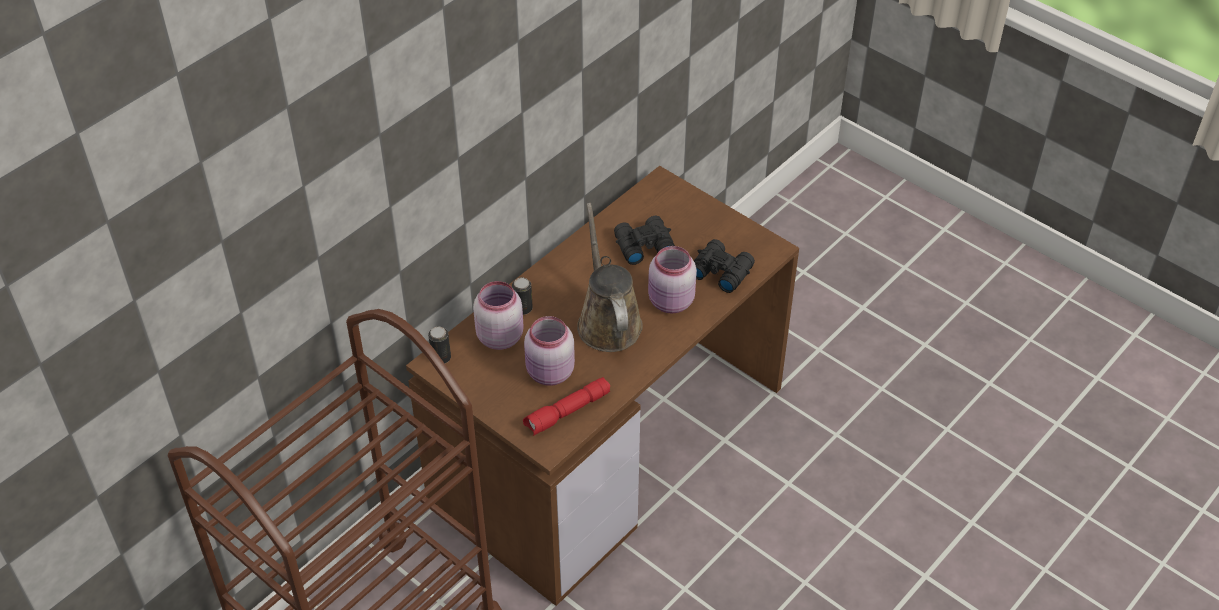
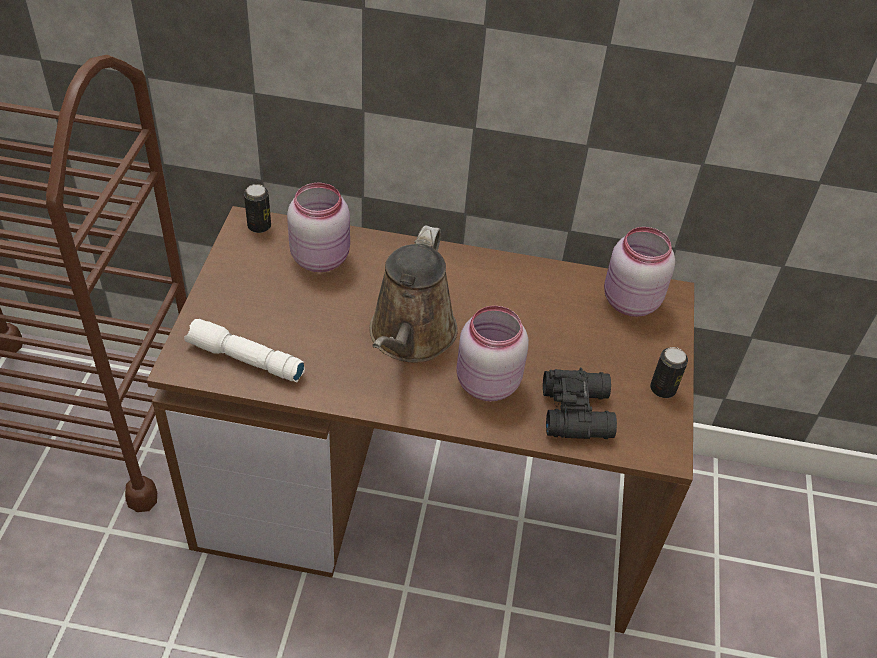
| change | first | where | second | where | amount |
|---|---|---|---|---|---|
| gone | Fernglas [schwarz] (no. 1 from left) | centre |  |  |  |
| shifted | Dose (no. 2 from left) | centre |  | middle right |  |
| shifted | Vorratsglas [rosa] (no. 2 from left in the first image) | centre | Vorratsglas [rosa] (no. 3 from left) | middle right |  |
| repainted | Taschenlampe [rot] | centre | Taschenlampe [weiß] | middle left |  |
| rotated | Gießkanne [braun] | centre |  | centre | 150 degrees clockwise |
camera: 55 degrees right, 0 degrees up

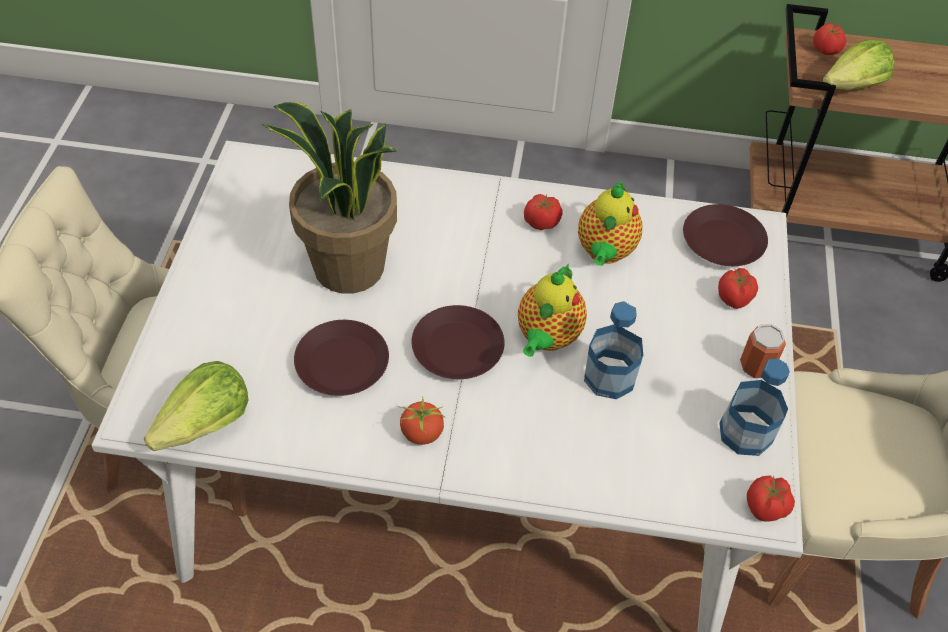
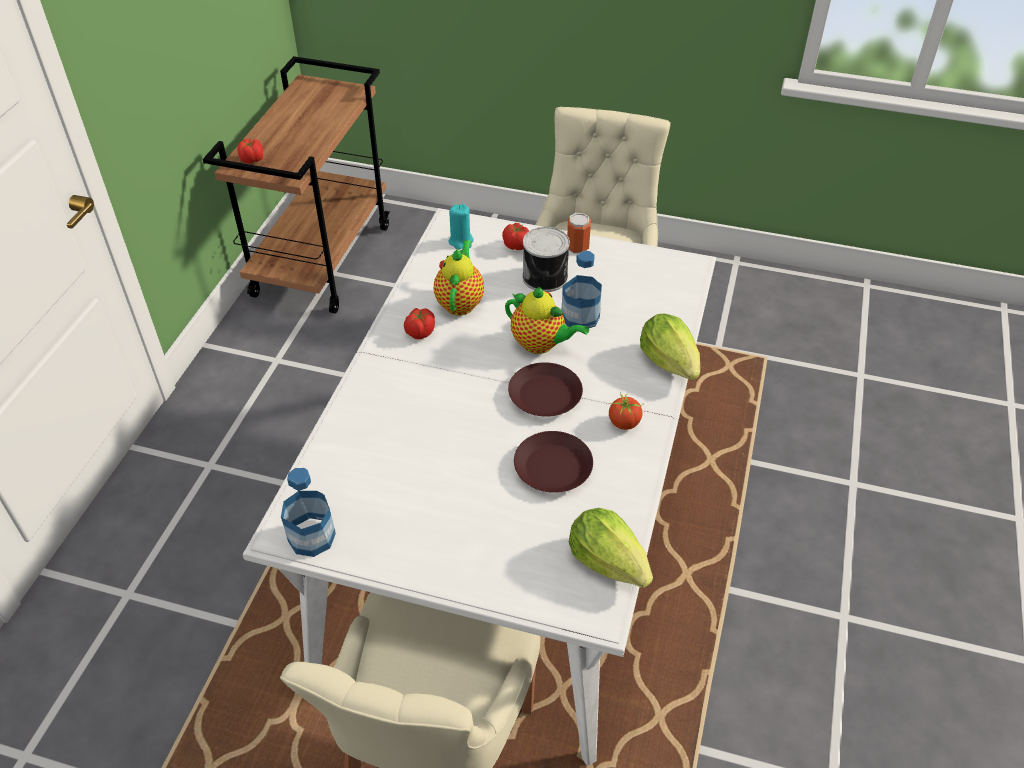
| change | first | where | second | where | amount |
|---|---|---|---|---|---|
| gone | Topfpflanze | top centre |  |  |  |
| gone | Tomate (no. 4 from left) | bottom right |  |  |  |
| new |  |  | Dose (no. 1 from left) | centre |  |
| shifted | Flasche (no. 2 from left in the first image) | middle right | Flasche (no. 1 from left) | bottom left |  |
| shifted | Salatkopf (no. 2 from left) | top right |  | centre |  |
| swapped | Teller [braun] (no. 3 from left) | middle right | Kerze [türkis] | top centre |  |
| rotated | Teekanne (no. 2 from left in the first image) | centre | Teekanne (no. 1 from left) | centre | 105 degrees counterclockwise |
camera: 80 degrees left, 5 degrees down

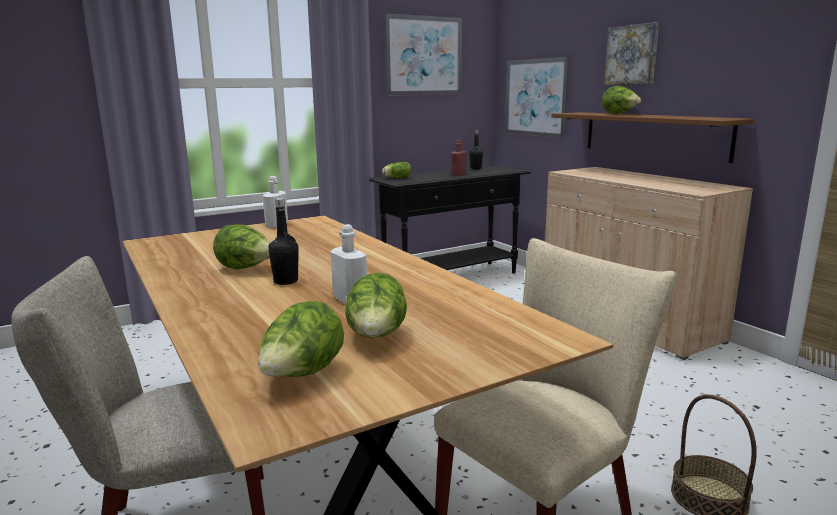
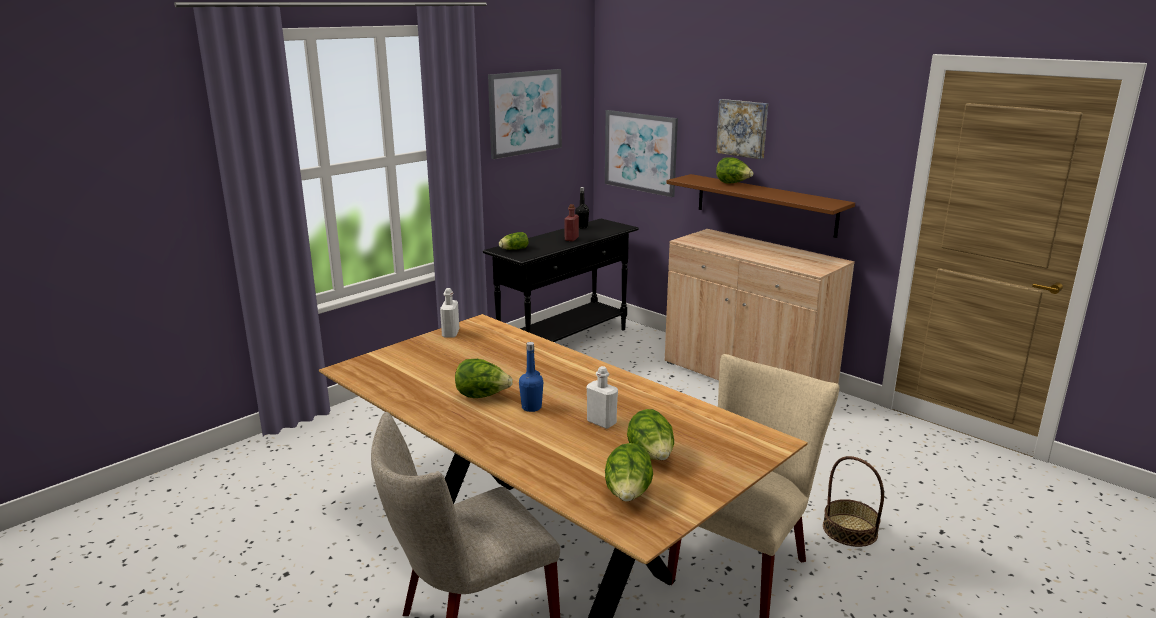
| change | first | where | second | where | amount |
|---|---|---|---|---|---|
| repainted | Flasche [schwarz] (no. 1 from left) | centre | Flasche [blau] | centre |  |
camera: 15 degrees left, 5 degrees up

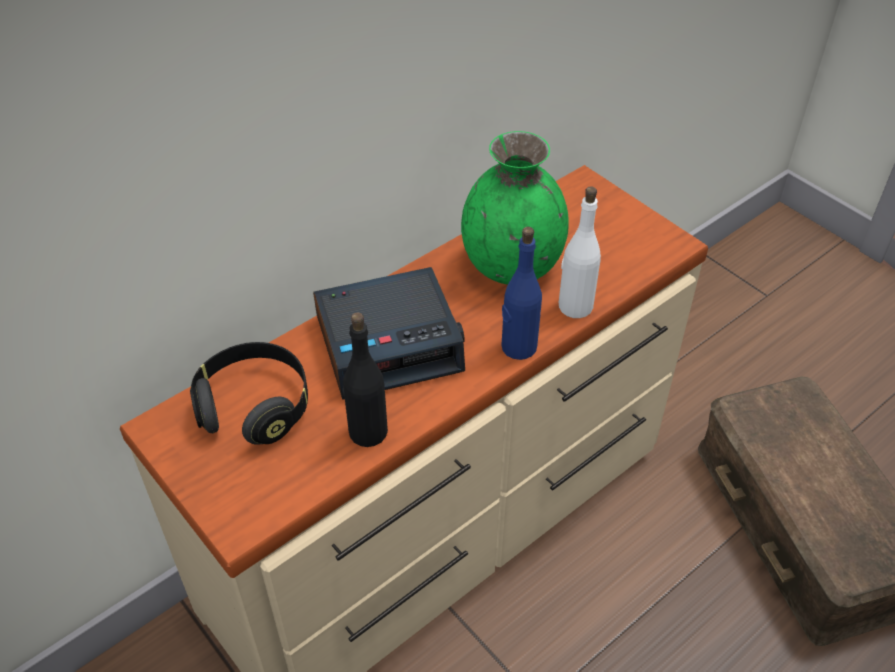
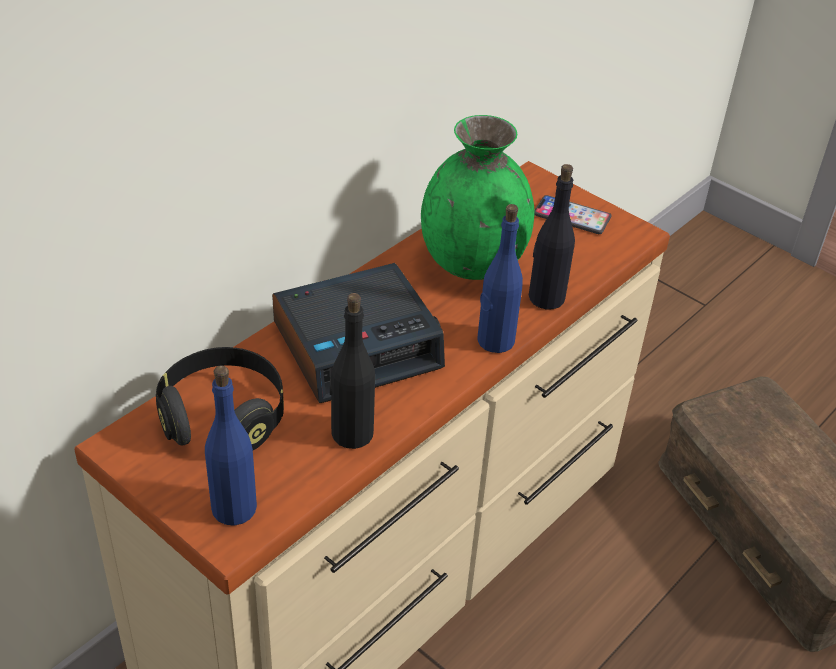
| change | first | where | second | where | amount |
|---|---|---|---|---|---|
| new |  |  | Flasche [blau] (no. 1 from left) | middle left |  |
| new |  |  | Handy | top right |  |
| repainted | Flasche [weiß] | centre | Flasche [schwarz] (no. 2 from left) | centre |  |
camera: 10 degrees left, 5 degrees down

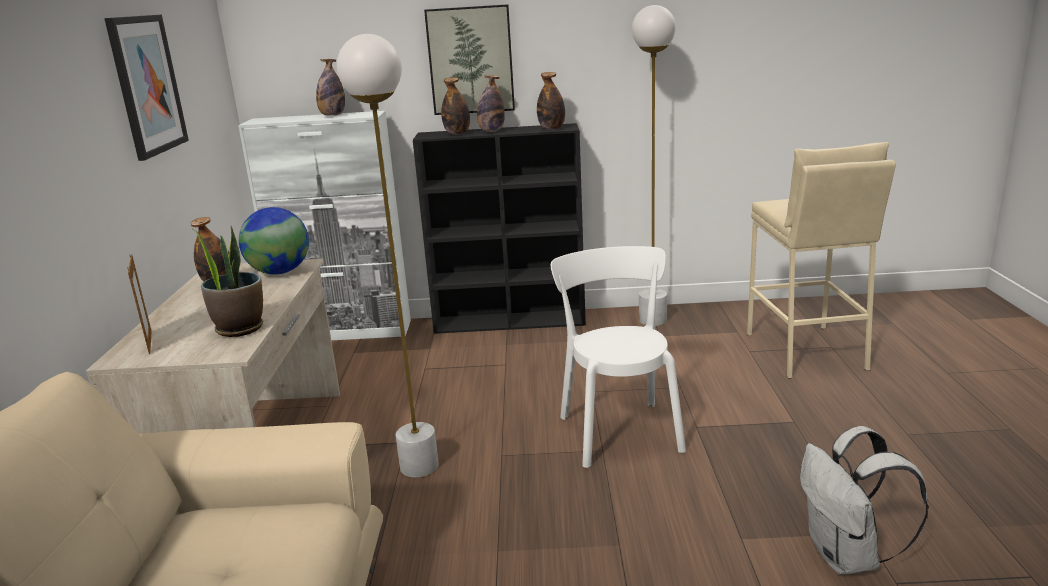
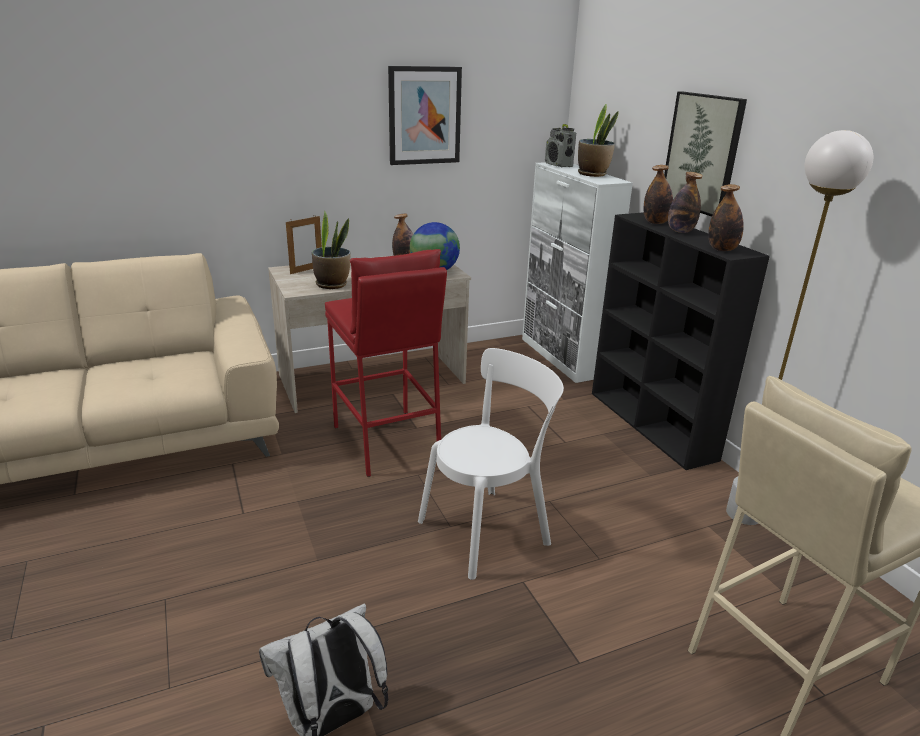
| change | first | where | second | where | amount |
|---|---|---|---|---|---|
| new |  |  | Radio | top centre |  |
| swapped | Flasche (no. 2 from left) | top left | Topfpflanze (no. 2 from left) | top centre |  |
| swapped | Stehlampe [weiß] (no. 1 from left) | centre | Hocker [rot] | centre |  |
camera: 65 degrees right, 5 degrees up

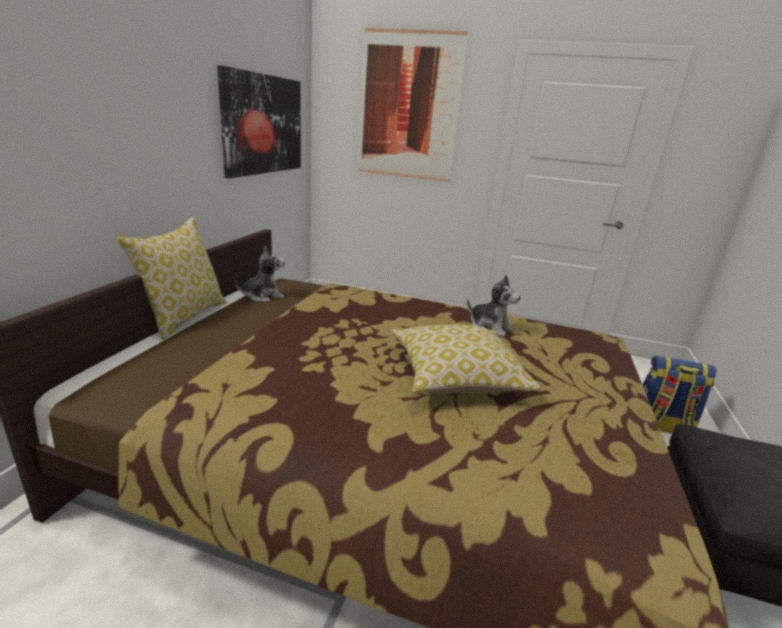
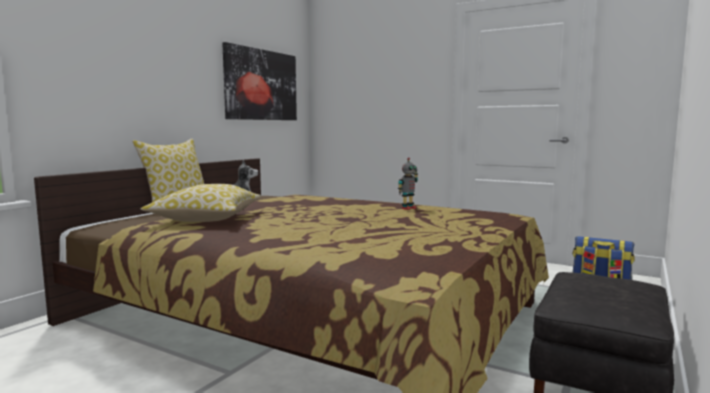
| change | first | where | second | where | amount |
|---|---|---|---|---|---|
| gone | Bild (no. 2 from left) | top centre |  |  |  |
| shifted | Kissen (no. 2 from left) | centre |  | middle left |  |
| swapped | Plüschtier (no. 2 from left) | centre | Spielzeugroboter | centre |  |
camera: 15 degrees right, 15 degrees down

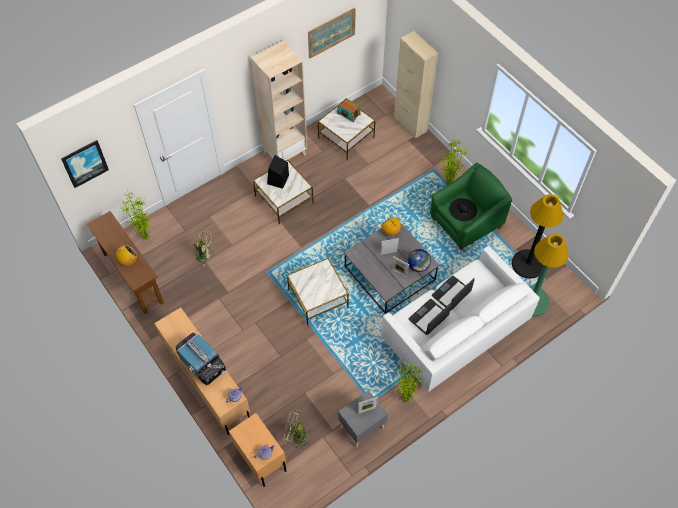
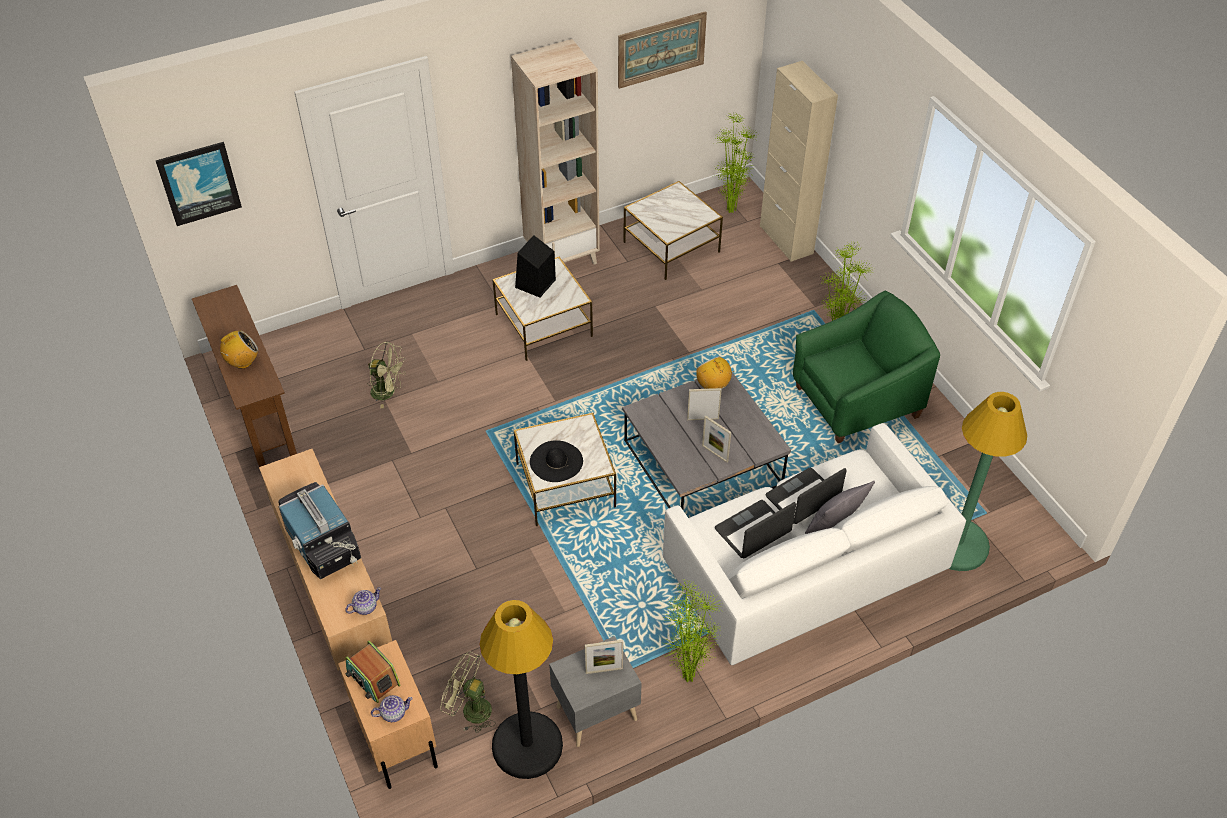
| change | first | where | second | where | amount |
|---|---|---|---|---|---|
| gone | Globus | centre |  |  |  |
| new |  |  | Kissen [grau] | middle right |  |
| shifted | Topfpflanze (no. 1 from left in the first image) | middle left | Topfpflanze (no. 2 from left) | top centre |  |
| shifted | Radio (no. 2 from left) | top centre |  | bottom left |  |
| shifted | Hut [schwarz] | middle right |  | centre |  |
| shifted | Stehlampe [schwarz] | middle right |  | bottom centre |  |
camera: 10 degrees right, 10 degrees down

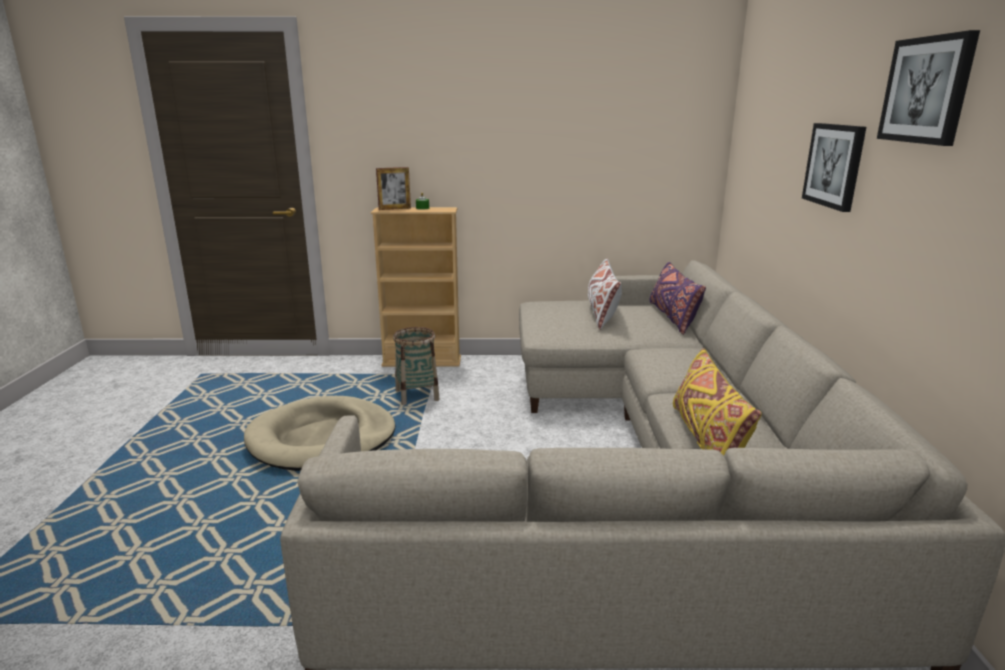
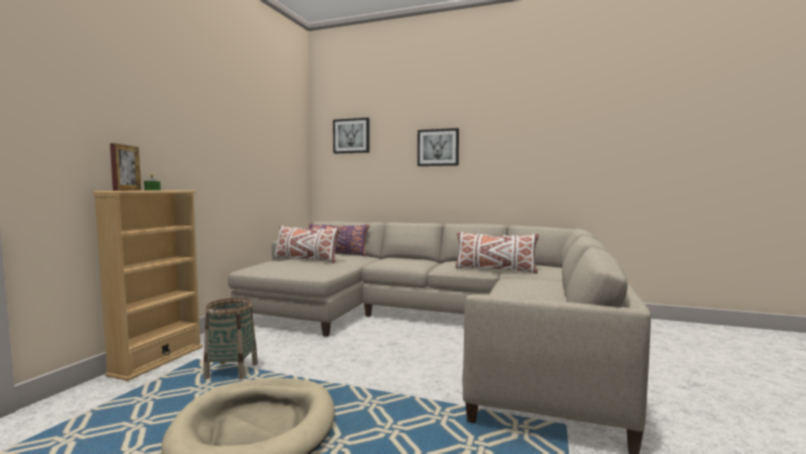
| change | first | where | second | where | amount |
|---|---|---|---|---|---|
| shifted | Bild (no. 2 from left in the first image) | top right | Bild (no. 1 from left) | top centre |  |
| repainted | Kissen [gelb] | middle right | Kissen [weiß] (no. 2 from left) | centre |  |
camera: 70 degrees left, 15 degrees down

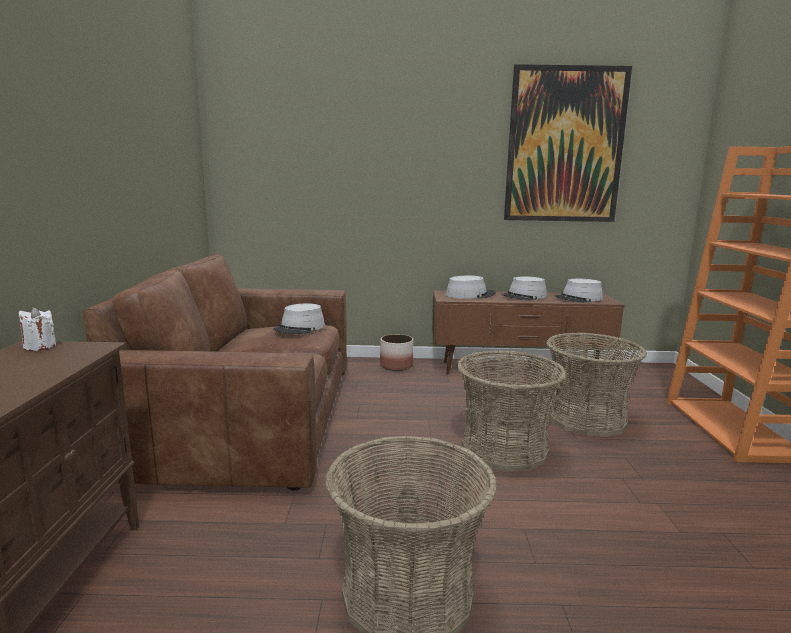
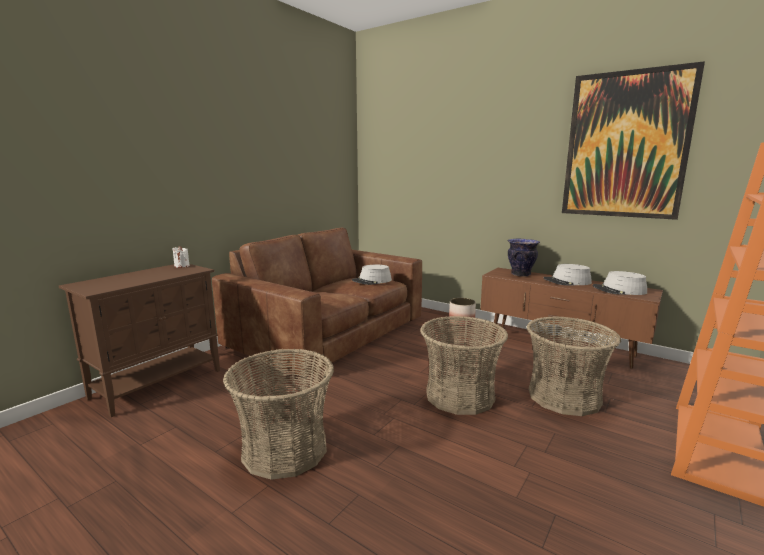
| change | first | where | second | where | amount |
|---|---|---|---|---|---|
| swapped | Hut [grau] (no. 2 from left) | centre | Vase | middle right |  |
camera: 35 degrees right, 0 degrees up

